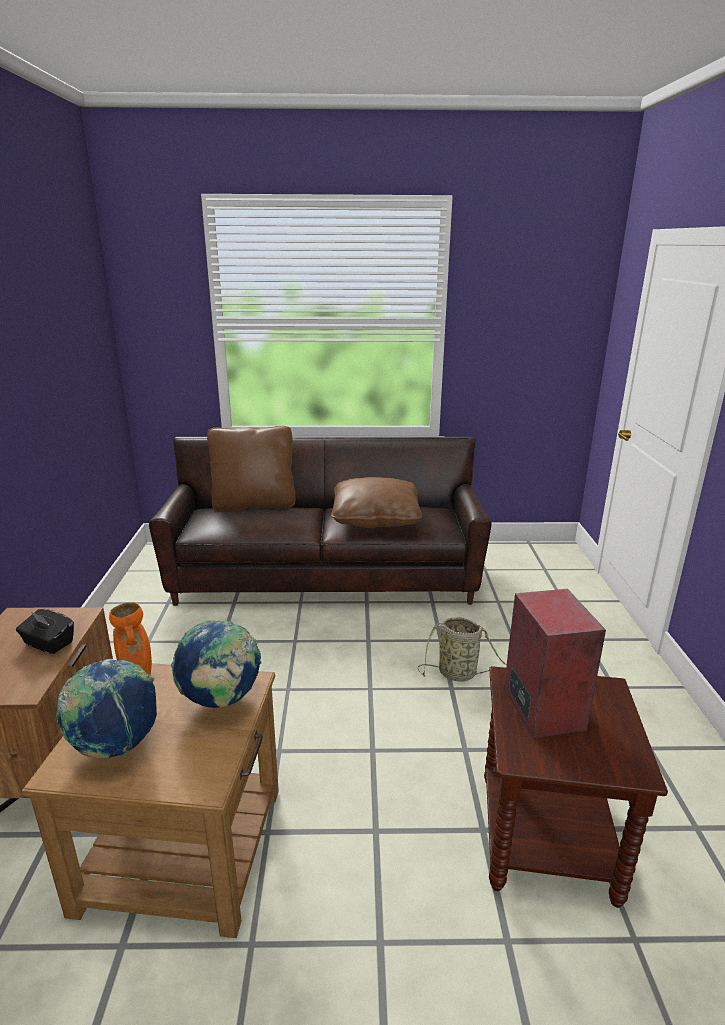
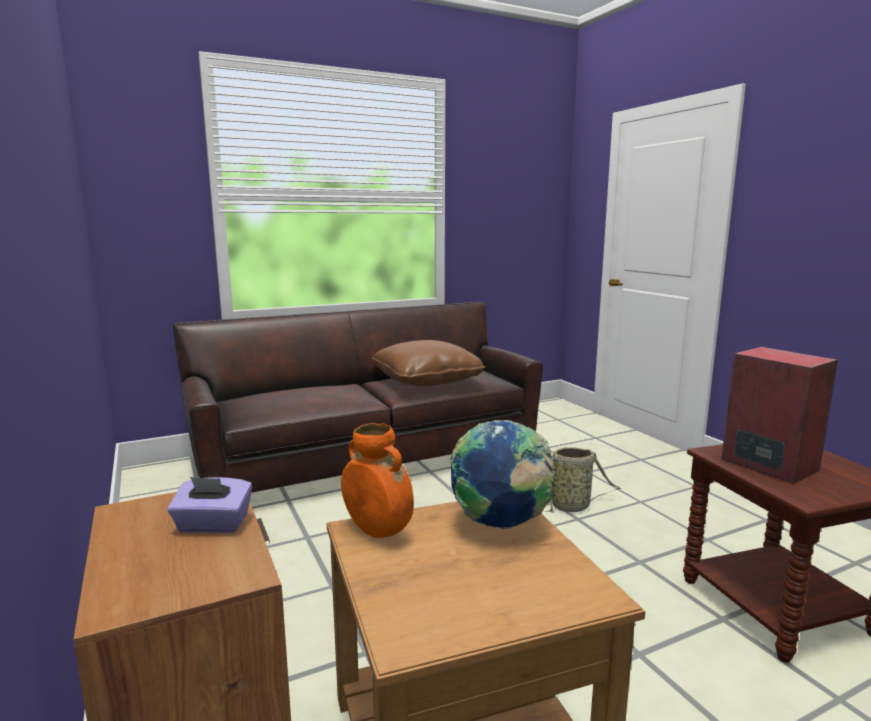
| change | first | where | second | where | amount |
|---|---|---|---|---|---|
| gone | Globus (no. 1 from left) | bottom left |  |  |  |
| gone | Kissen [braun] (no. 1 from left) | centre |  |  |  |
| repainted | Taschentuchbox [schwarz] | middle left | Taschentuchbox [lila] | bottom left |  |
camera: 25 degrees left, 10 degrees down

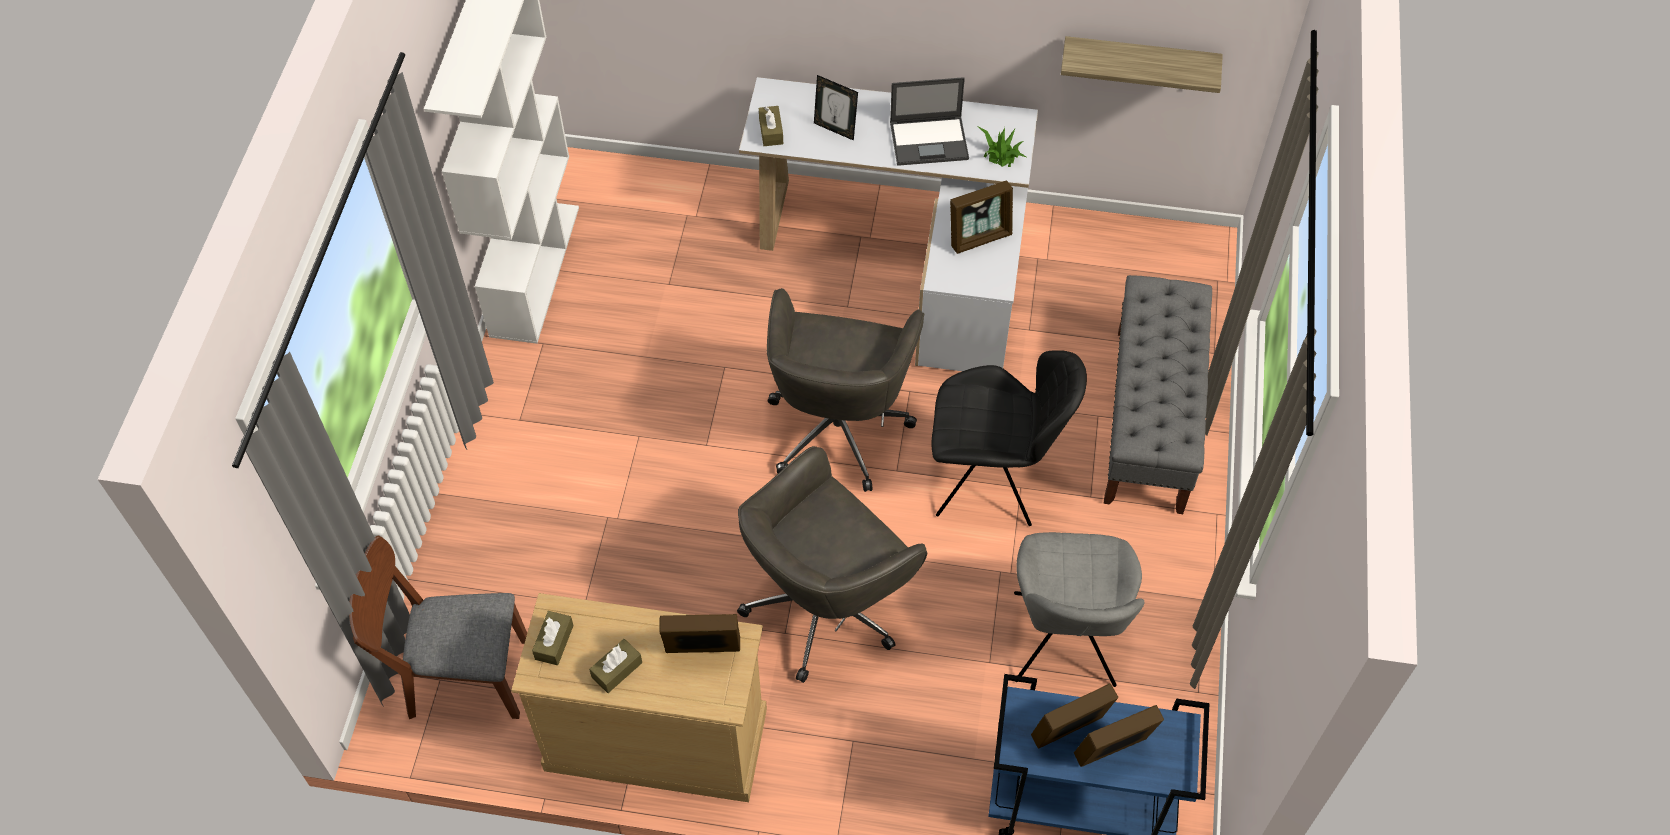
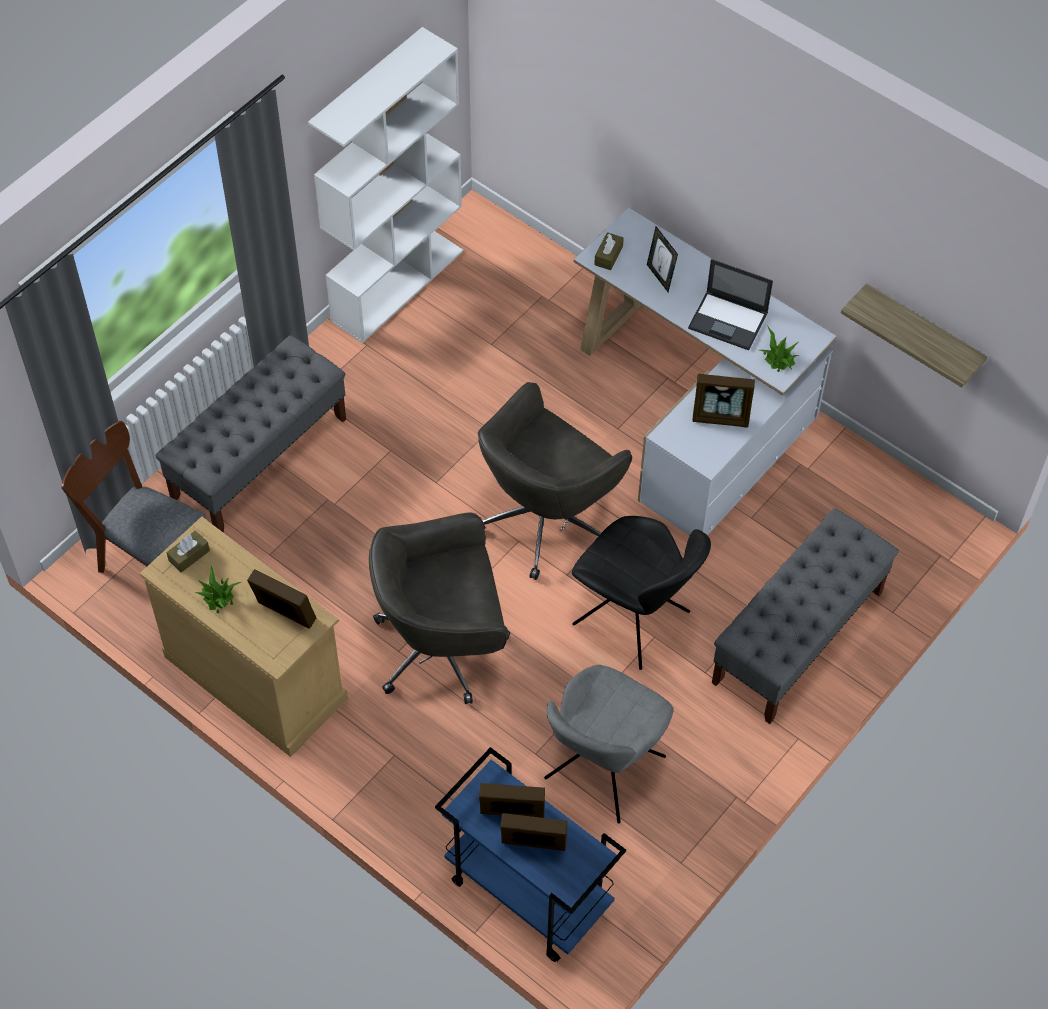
| change | first | where | second | where | amount |
|---|---|---|---|---|---|
| new |  |  | Bank [grau] (no. 1 from left) | middle left |  |
| swapped | Taschentuchbox [braun] (no. 2 from left) | bottom centre | Topfpflanze (no. 1 from left) | middle left |  |
camera: 30 degrees right, 0 degrees up

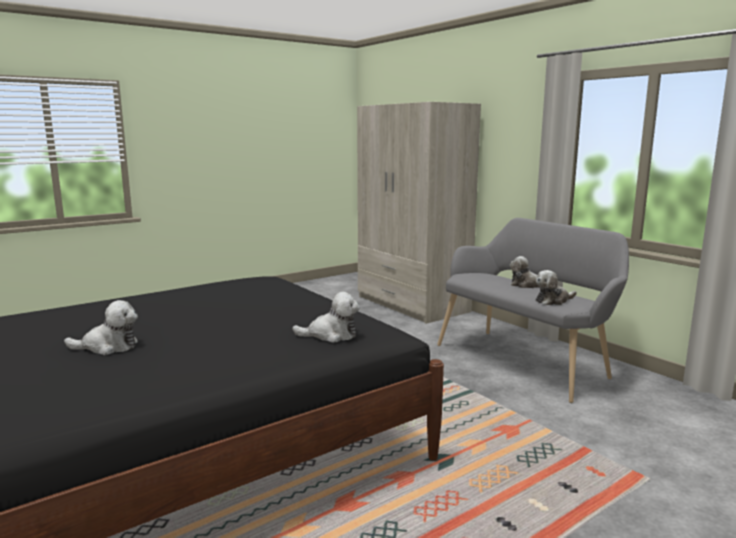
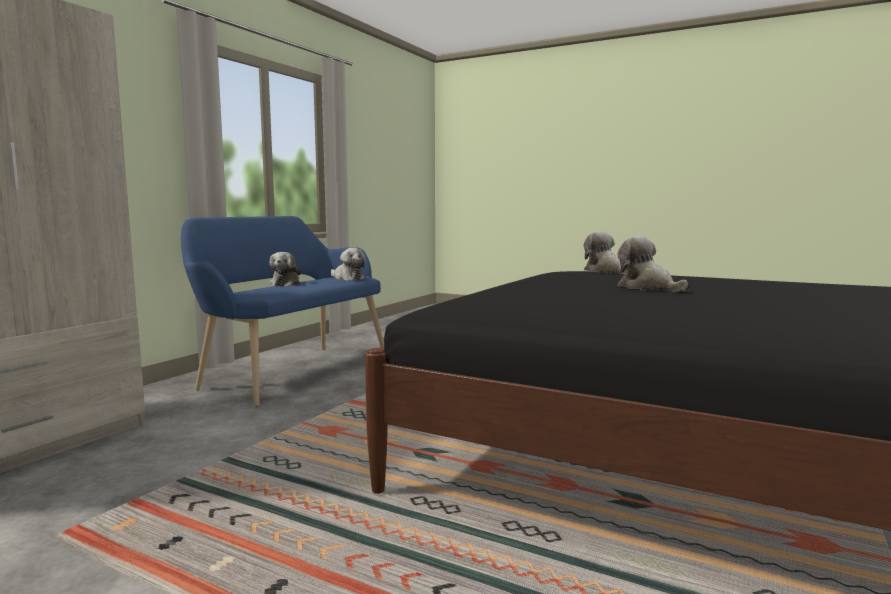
| change | first | where | second | where | amount |
|---|---|---|---|---|---|
| shifted | Plüschtier (no. 1 from left in the first image) | middle left | Plüschtier (no. 4 from left) | middle right |  |
| repainted | Bank [grau] | middle right | Bank [blau] | middle left |  |
camera: 115 degrees left, 5 degrees down

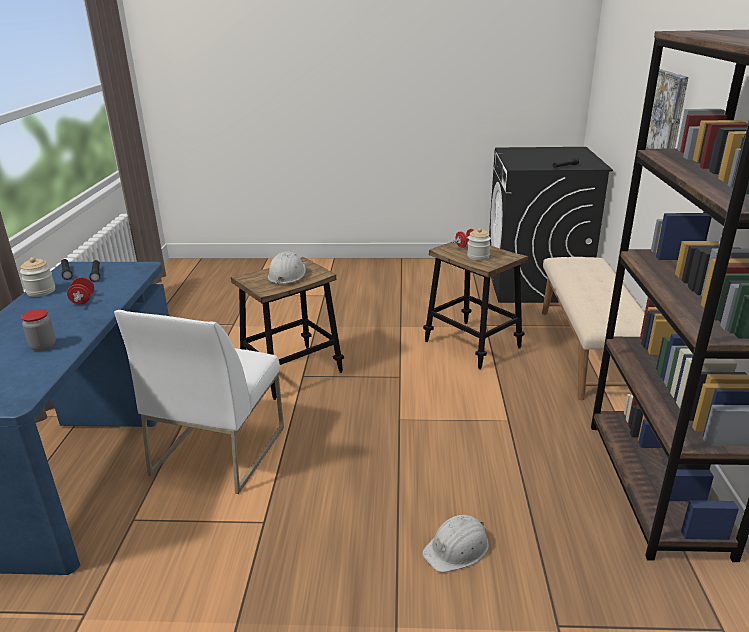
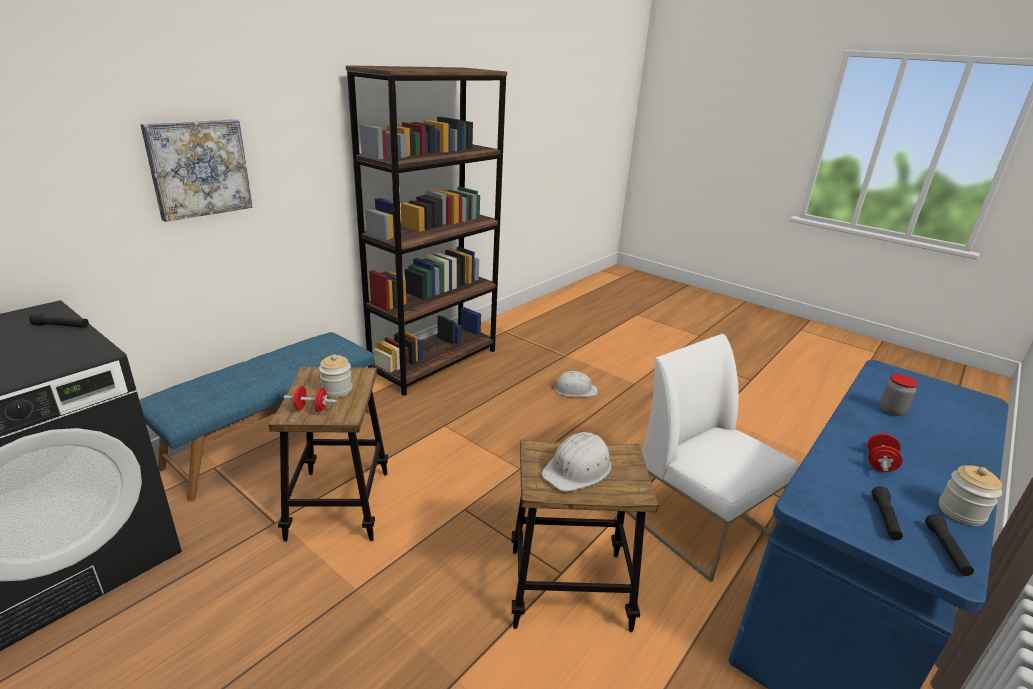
| change | first | where | second | where | amount |
|---|---|---|---|---|---|
| repainted | Bank [beige] | middle right | Bank [blau] | middle left |  |
| rotated | Stuhl [weiß] | middle left |  | middle right | 90 degrees counterclockwise |
camera: 145 degrees left, 0 degrees up

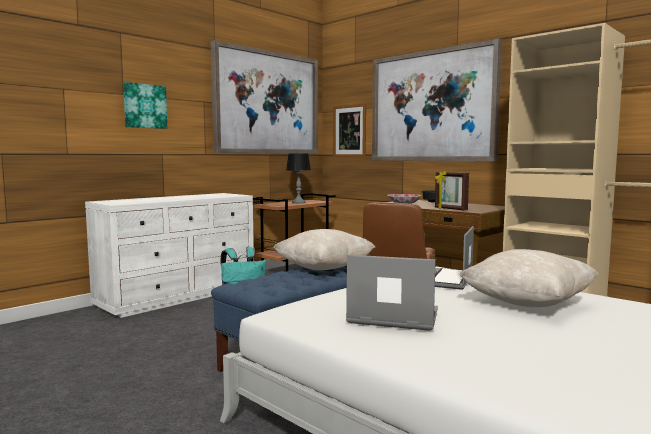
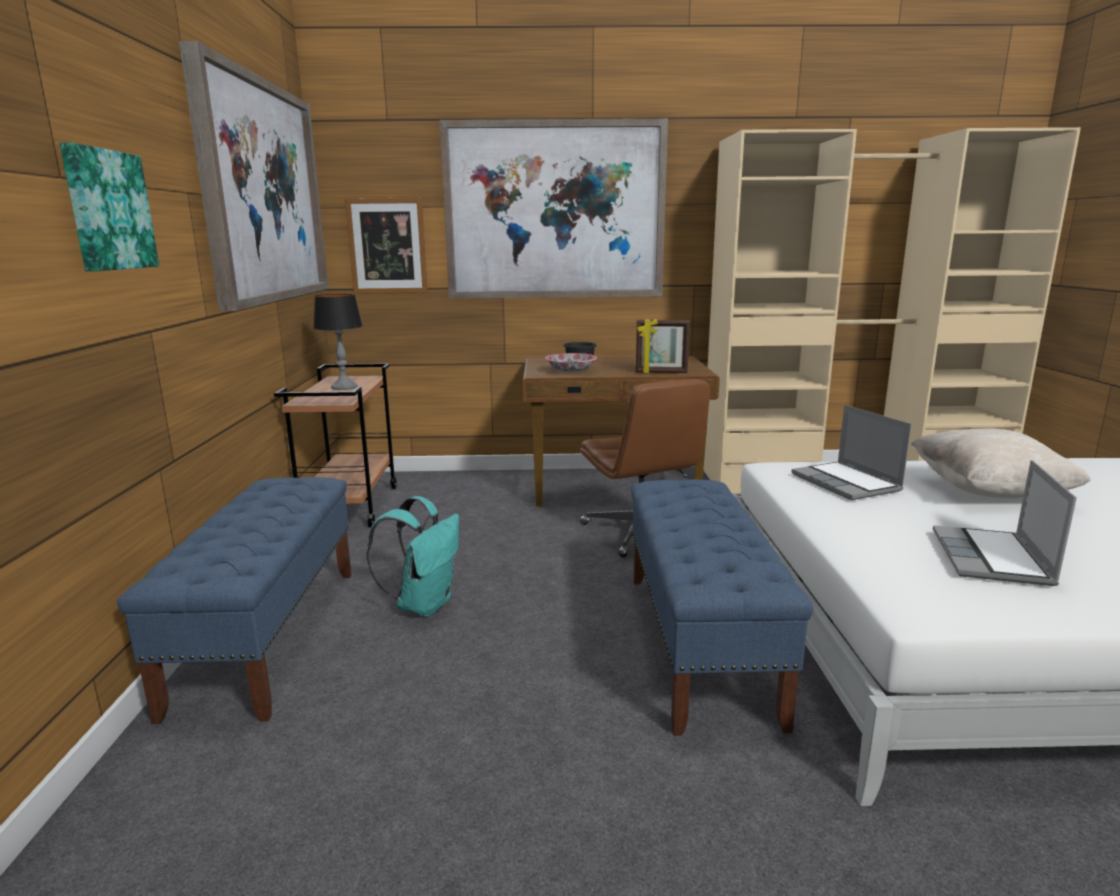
| change | first | where | second | where | amount |
|---|---|---|---|---|---|
| gone | Kissen [beige] (no. 1 from left) | centre |  |  |  |
| swapped | Kommode [weiß] | middle left | Bank [blau] (no. 1 from left) | bottom left |  |
| rotated | Laptop (no. 1 from left in the first image) | bottom centre | Laptop (no. 2 from left) | middle right | 45 degrees counterclockwise |
camera: 45 degrees left, 10 degrees up

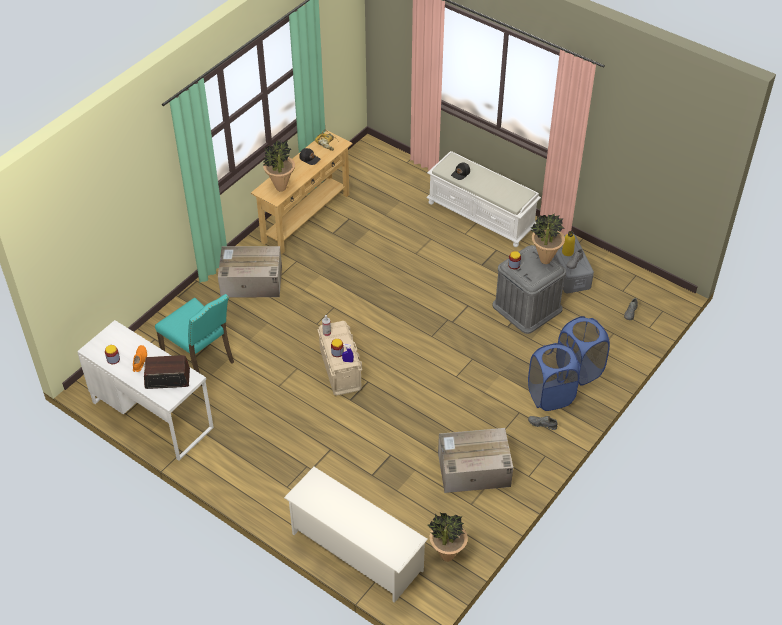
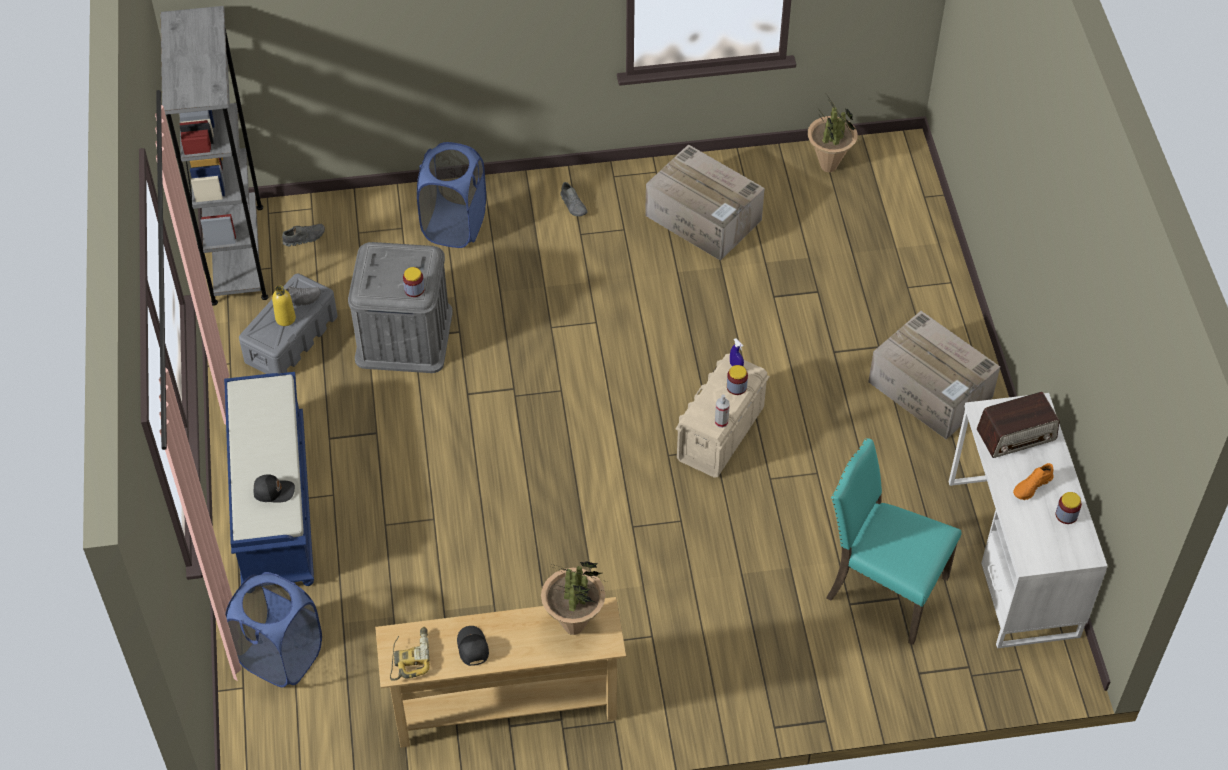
| change | first | where | second | where | amount |
|---|---|---|---|---|---|
| gone | Schuhregal [weiß] | bottom centre |  |  |  |
| gone | Topfpflanze (no. 3 from left) | middle right |  |  |  |
| new |  |  | Bücherregal [grau] | top left |  |
| shifted | Karton (no. 1 from left in the first image) | middle left | Karton (no. 2 from left) | middle right |  |
| shifted | Wäschekorb [blau] (no. 1 from left) | middle right |  | bottom left |  |
| repainted | Bank [weiß] | top centre | Bank [blau] | middle left |  |
| rotated | Radio | middle left |  | middle right | 60 degrees counterclockwise |
| rotated | Stuhl [türkis] | middle left |  | bottom right | 60 degrees counterclockwise |
camera: 135 degrees left, 5 degrees up

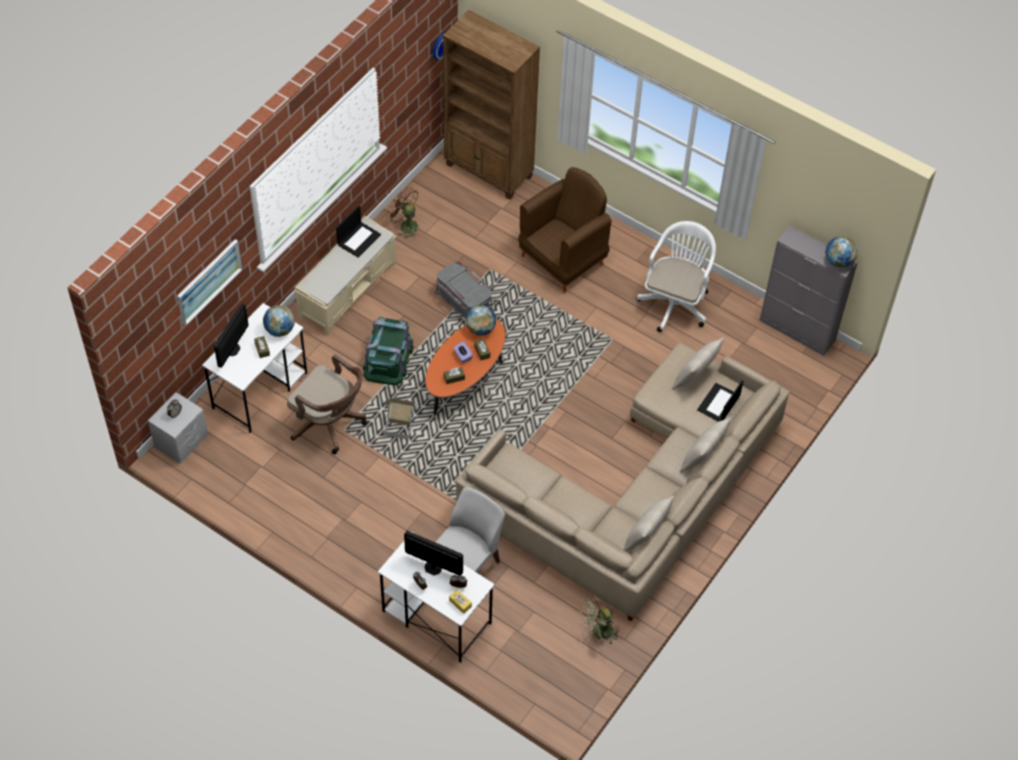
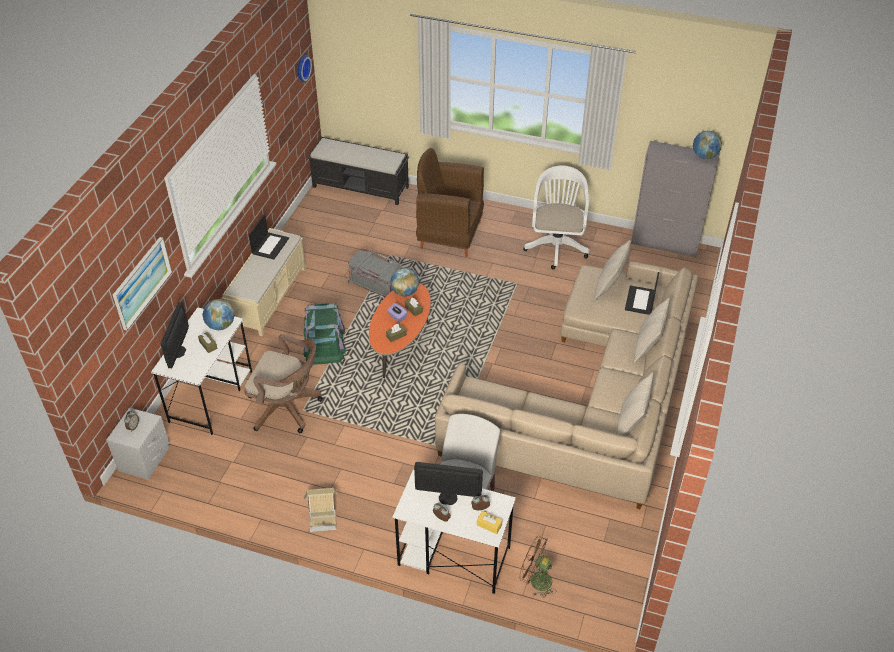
| change | first | where | second | where | amount |
|---|---|---|---|---|---|
| gone | Ventilator [grün] | bottom centre |  |  |  |
| shifted | Karton | centre |  | bottom centre |  |
| shifted | Ventilator [braun] | top centre |  | bottom centre |  |
| swapped | Bücherregal [braun] | top centre | Bank [schwarz] | top centre |  |
| rotated | Sessel [braun] | top centre |  | top centre | 105 degrees counterclockwise |
camera: 15 degrees left, 10 degrees down

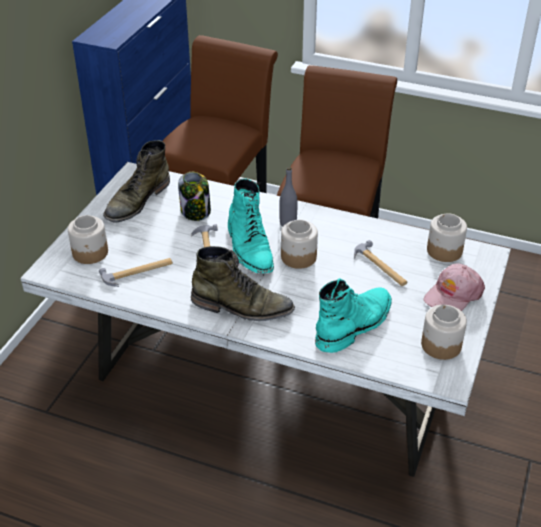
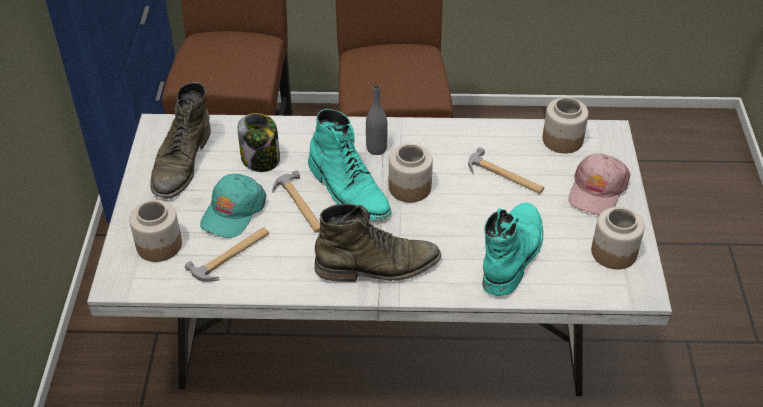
| change | first | where | second | where | amount |
|---|---|---|---|---|---|
| new |  |  | Kappe [türkis] | middle left |  |
camera: 20 degrees left, 5 degrees up

